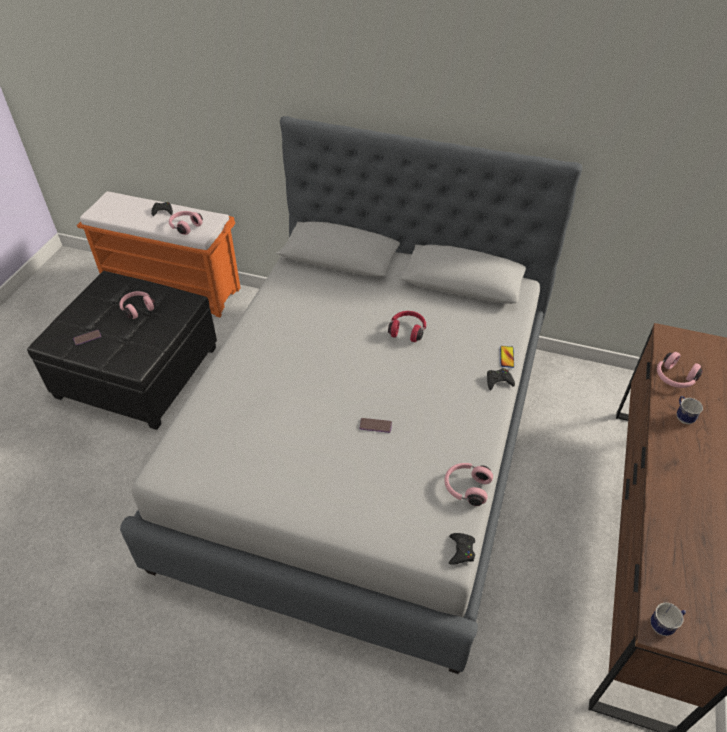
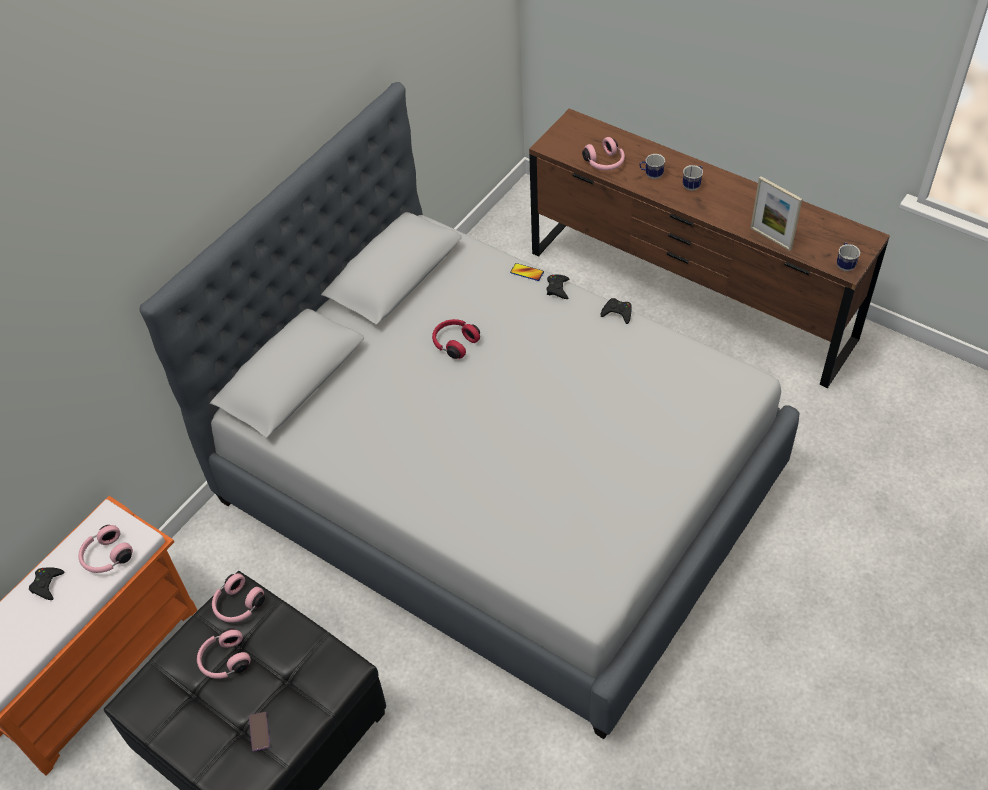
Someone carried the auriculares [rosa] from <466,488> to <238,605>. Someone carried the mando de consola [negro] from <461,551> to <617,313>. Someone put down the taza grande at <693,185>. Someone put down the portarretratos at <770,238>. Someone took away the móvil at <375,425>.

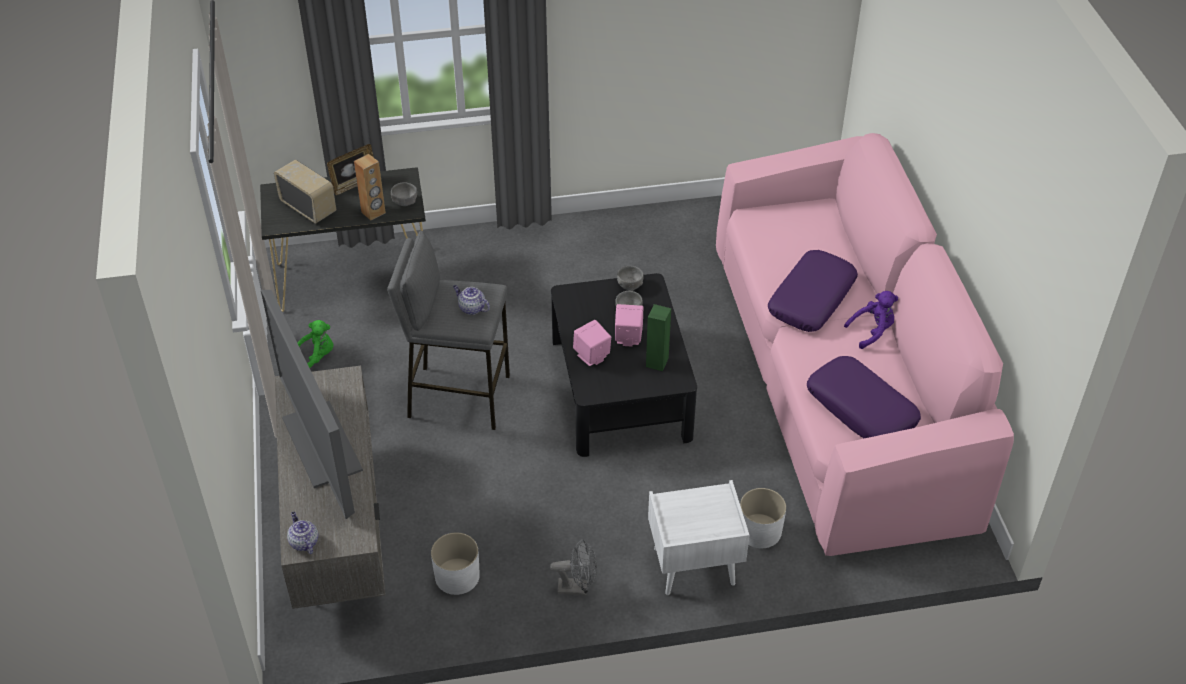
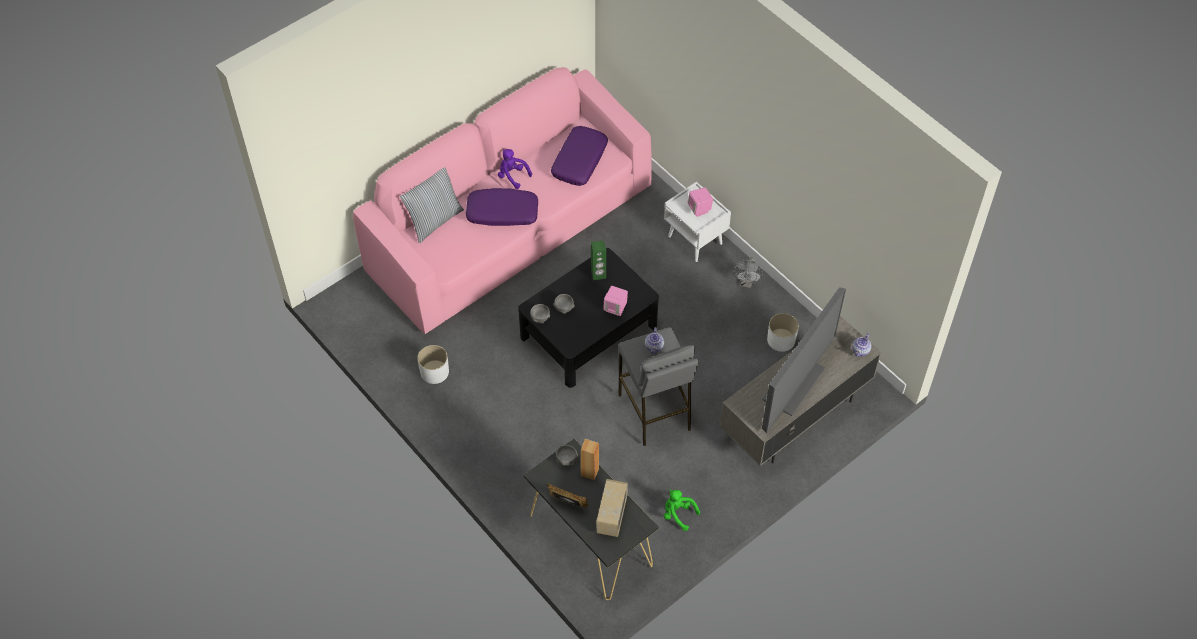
Someone put down the cojín at <434,220>. Someone carried the maceta [blanco] from <760,531> to <434,372>. Someone carried the altavoz [rosa] from <628,337> to <699,209>. Someone rotated the ventilador [gris] at <577,588> by 135 degrees counterclockwise.

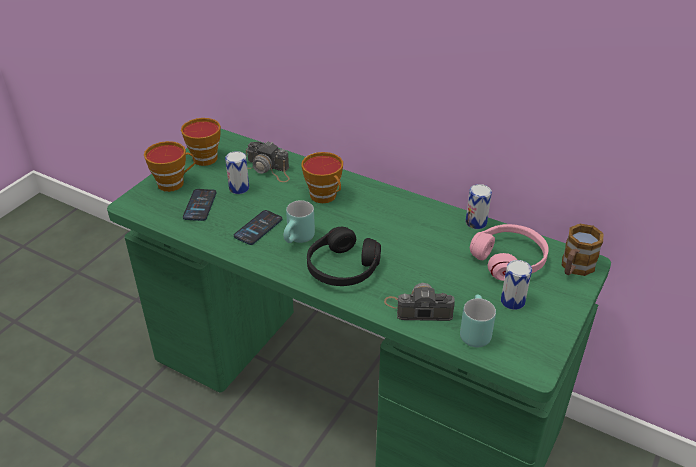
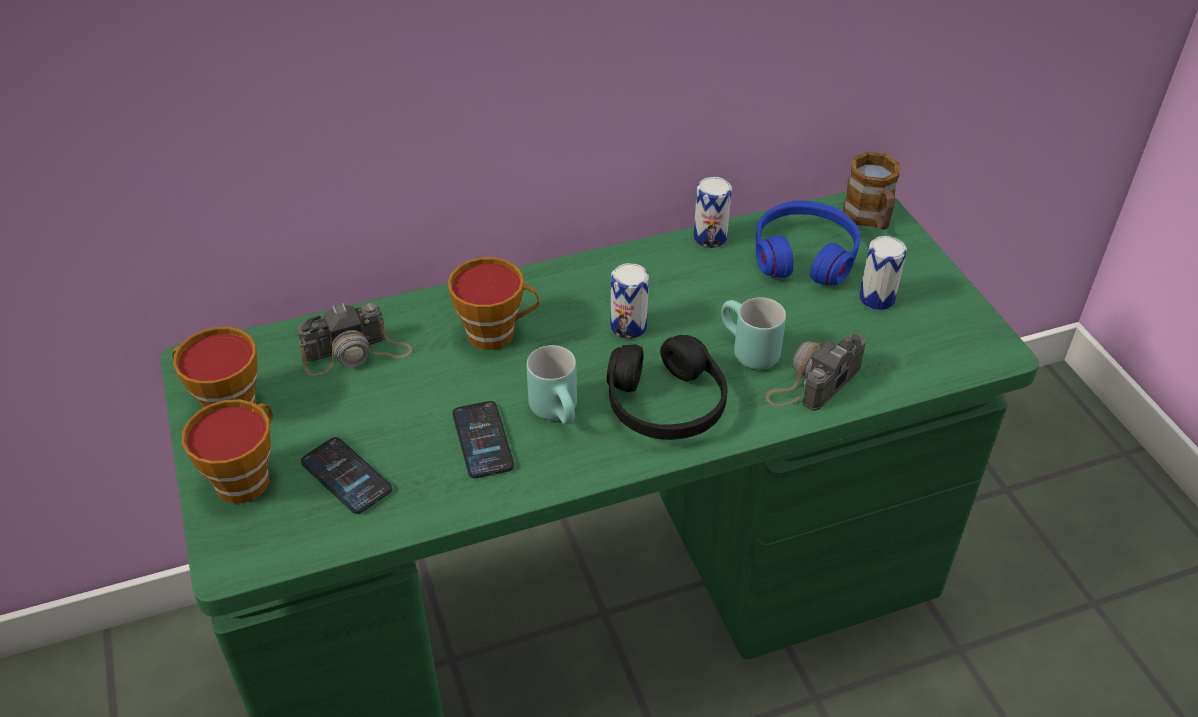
Someone carried the lata from <239,188> to <628,326>. Someone carried the taza grande [turquesa] from <472,331> to <745,352>. Someone repainted the auriculares [rosa] at <509,259>, which became the auriculares [azul] at <804,255>.

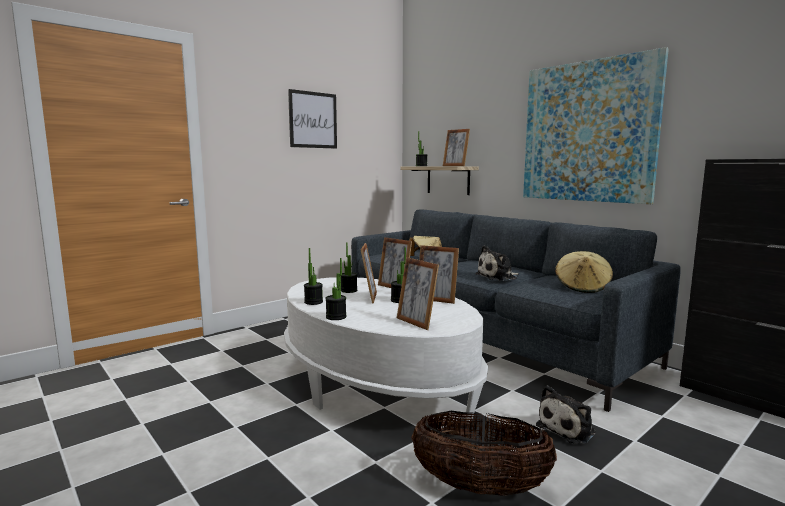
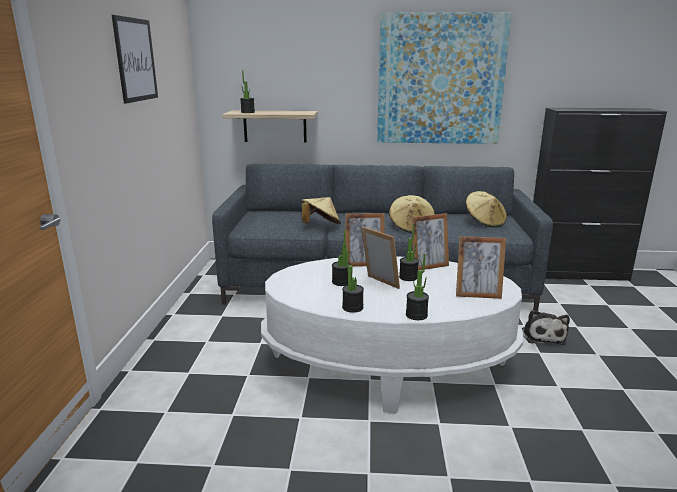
Someone swapped the peluche at <498,277> for the sombrero [beis] at <411,227>. Someone took away the cesta at <480,487>. Someone took away the portarretratos at <455,166>.

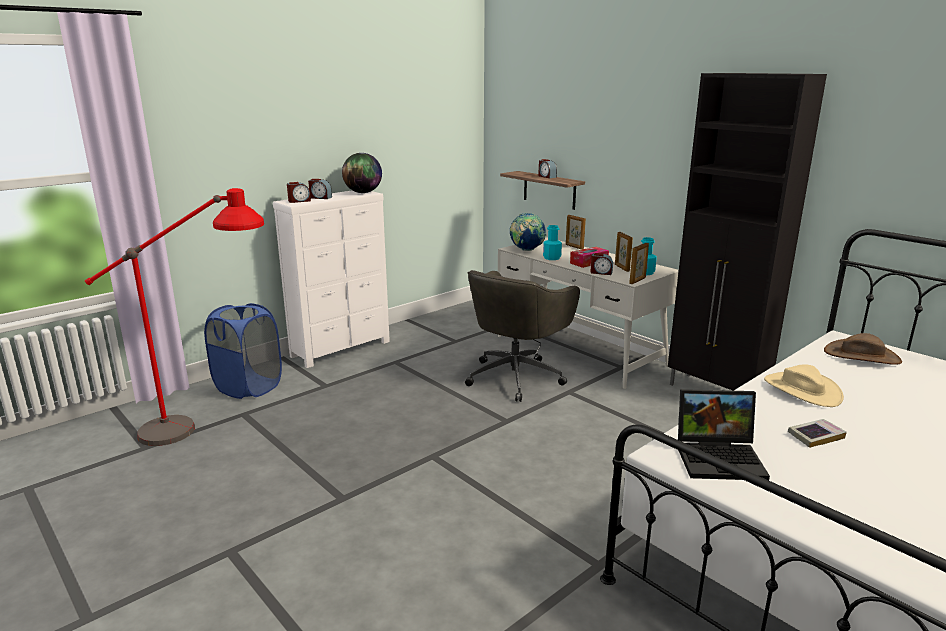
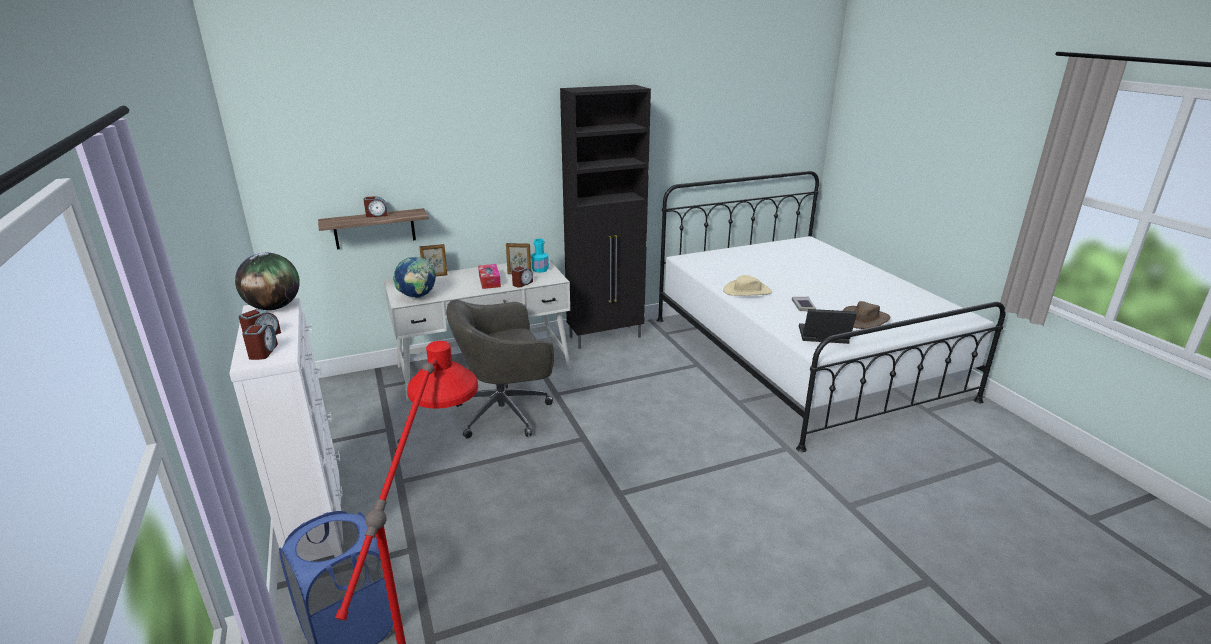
Someone rotated the silla de oficina [gris] at <516,376> by 105 degrees clockwise. Someone rotated the portátil at <720,458> by 105 degrees counterclockwise. Someone carried the sombrero [marrón] from <862,355> to <864,319>. Someone took away the botella [turquesa] at <552,258>. Someone took away the portarretratos at <637,281>.

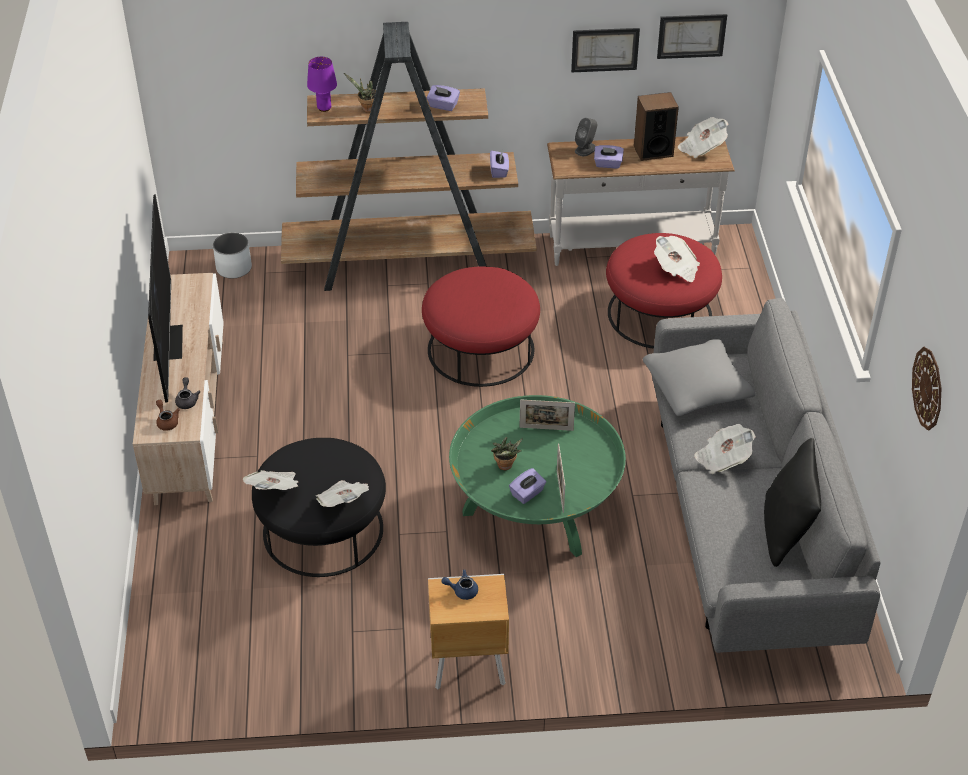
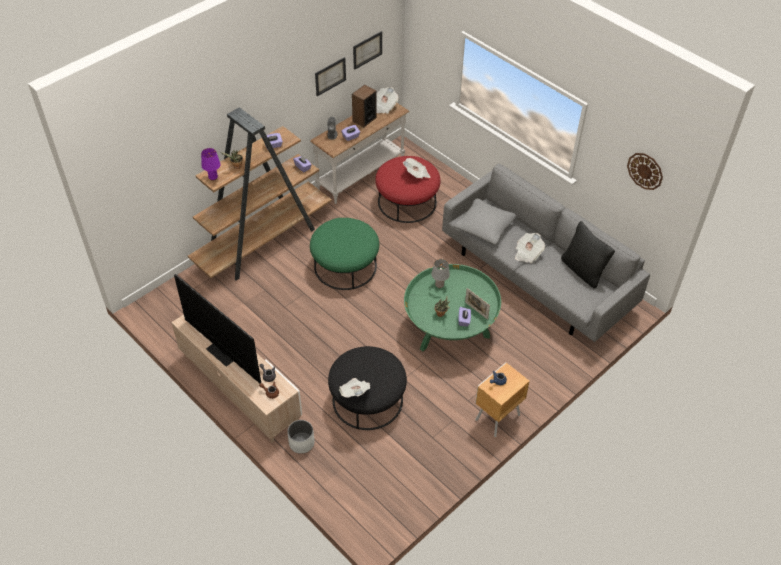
Someone carried the maceta [blanco] from <234,268> to <301,443>. Someone repainted the puf [rojo] at <481,349>, which became the puf [verde] at <345,266>. Someone swapped the portarretratos at <546,429> for the lámpara de mesa [gris] at <439,285>. Someone took away the periódico at <343,502>.

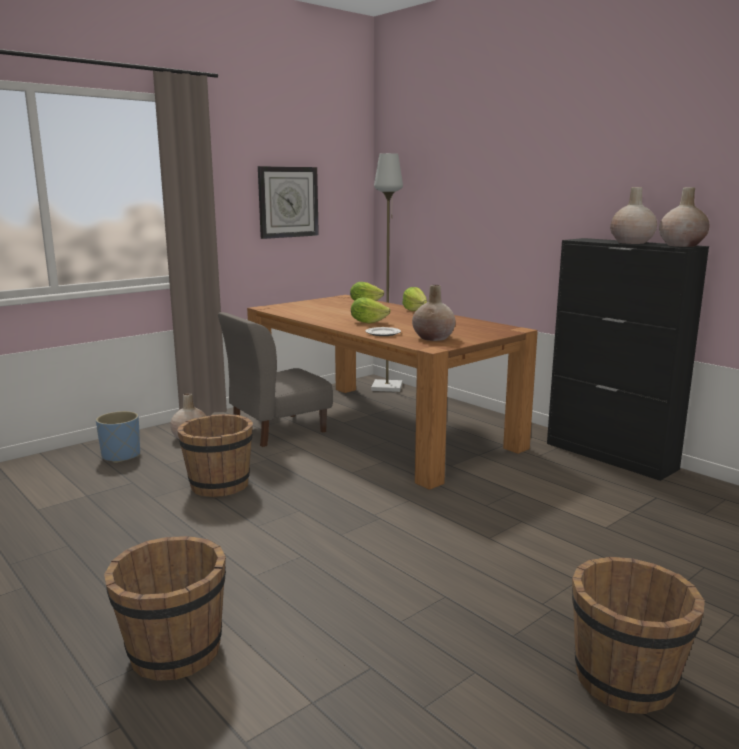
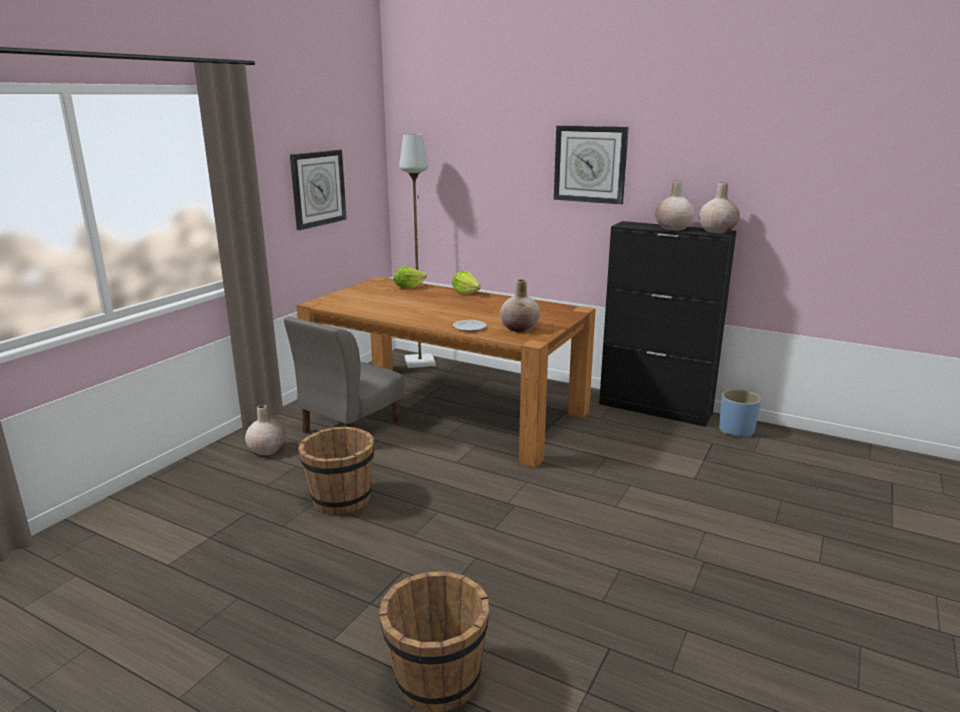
Someone put up the reloj de pared at <590,164>. Someone carried the maceta [azul] from <121,456> to <736,430>. Someone took away the lechuga at <368,322>. Someone took away the cubo [marrón] at <625,680>.

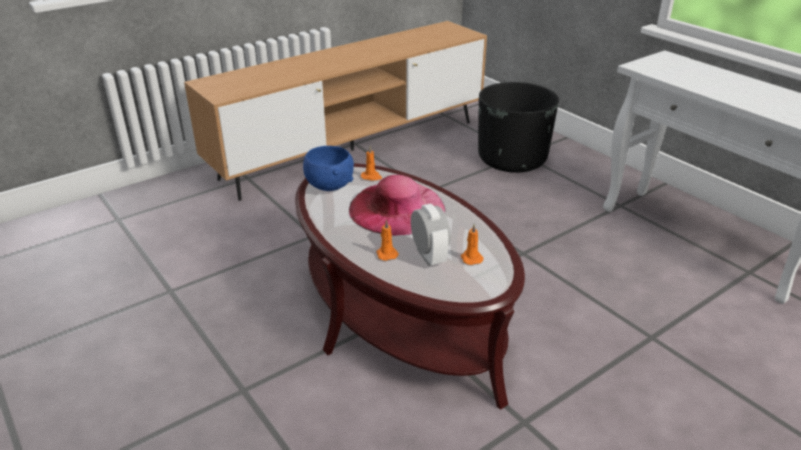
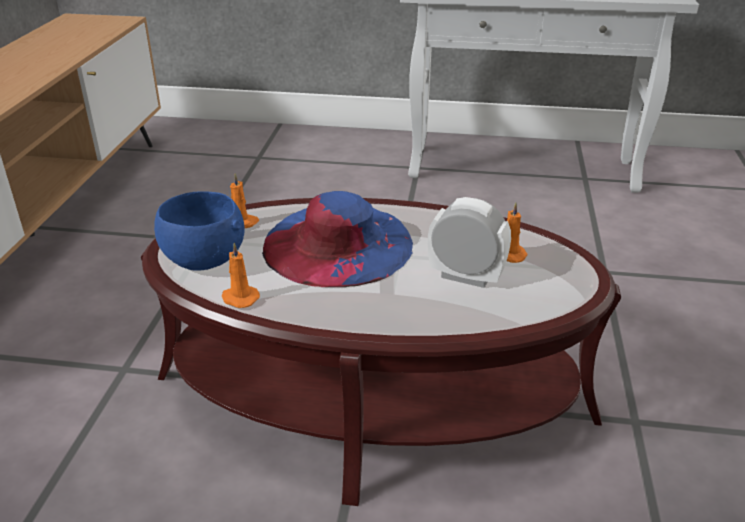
Someone carried the vela [naranja] from <386,254> to <239,298>. Someone repainted the sombrero [rosa] at <397,208>, which became the sombrero [azul] at <338,244>. Someone took away the maceta [negro] at <512,160>.

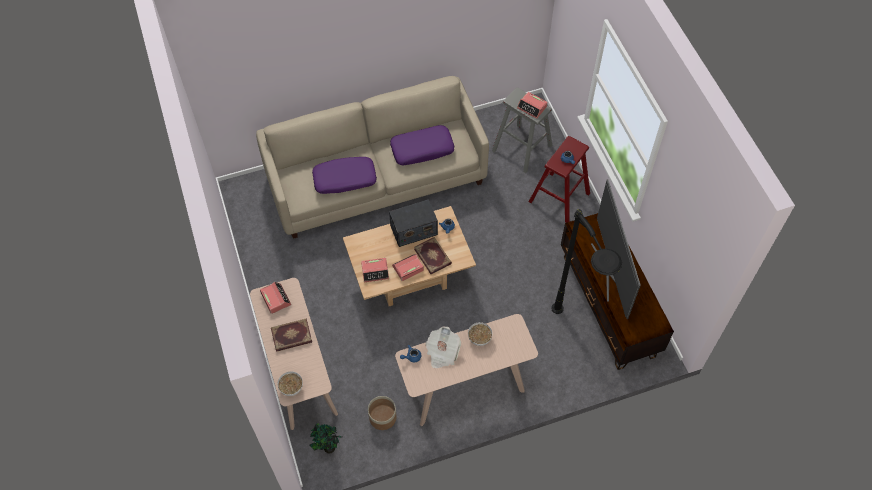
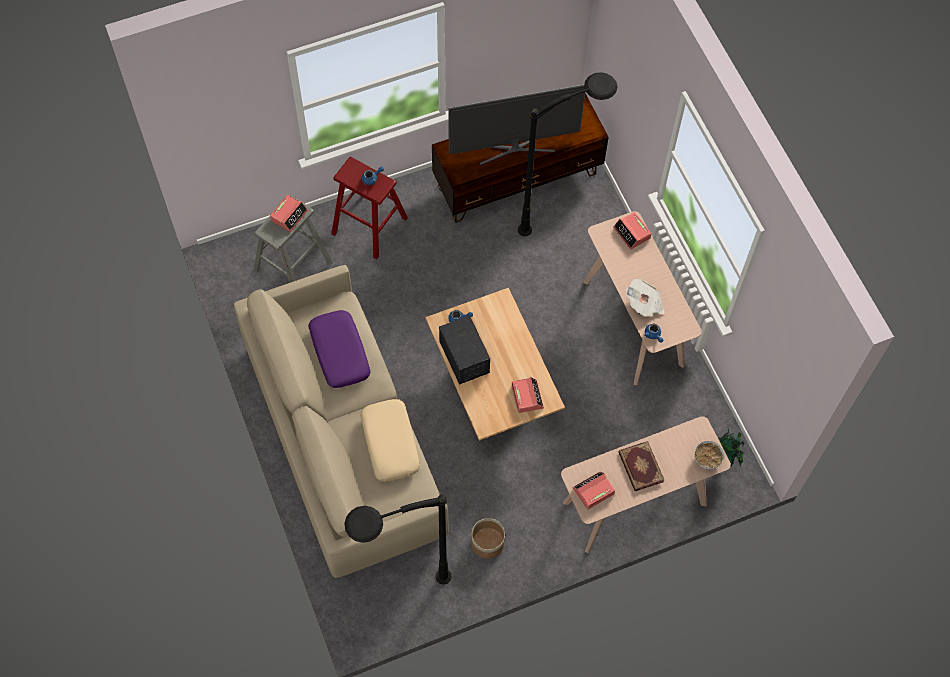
Someone put down the lámpara de pie [negro] at <396,594>. Someone repainted the cojín [morado] at <344,180>, which became the cojín [beis] at <391,443>. Someone carried the maceta from <382,417> to <488,543>. Someone carried the despertador from <407,268> to <632,233>. Someone took away the libro at <433,256>. Someone took away the cuenco at <479,338>.

